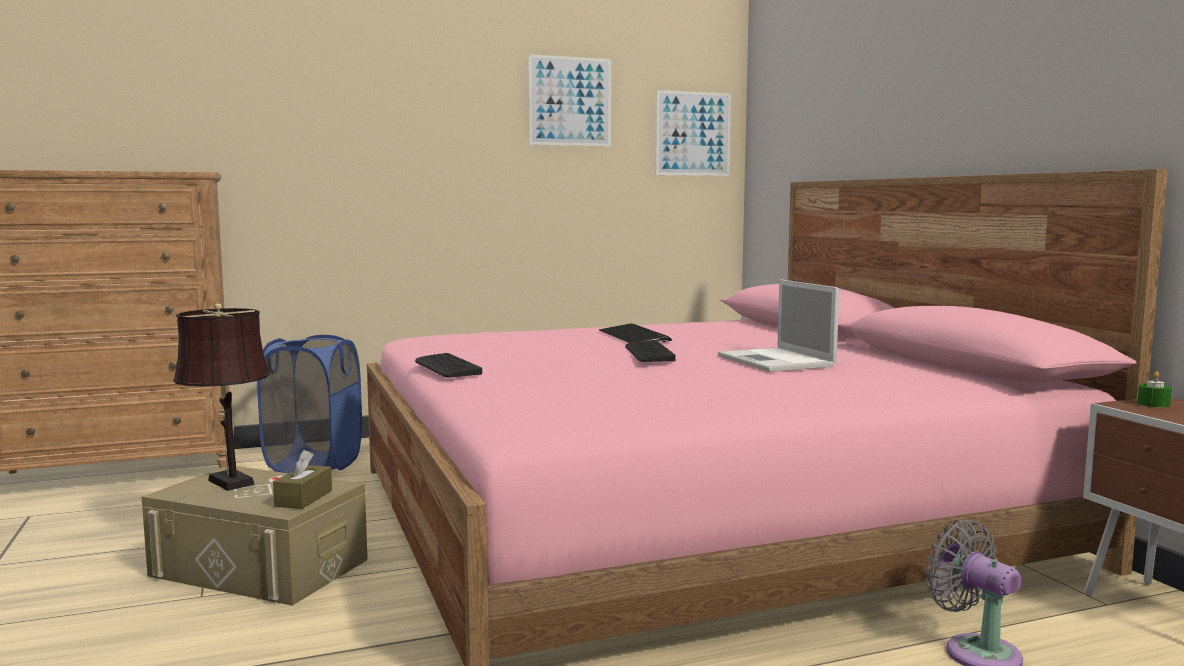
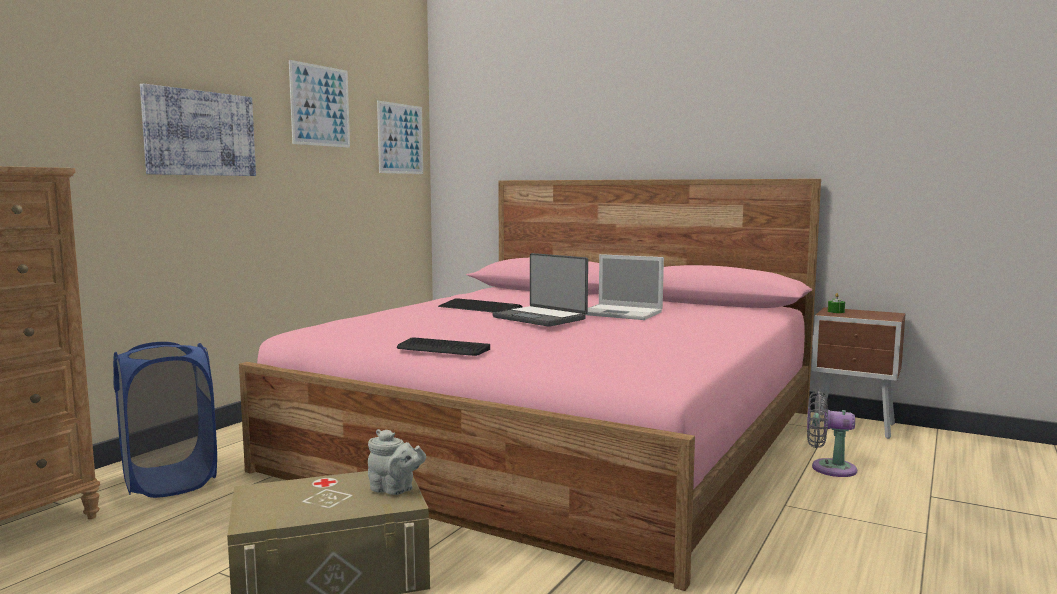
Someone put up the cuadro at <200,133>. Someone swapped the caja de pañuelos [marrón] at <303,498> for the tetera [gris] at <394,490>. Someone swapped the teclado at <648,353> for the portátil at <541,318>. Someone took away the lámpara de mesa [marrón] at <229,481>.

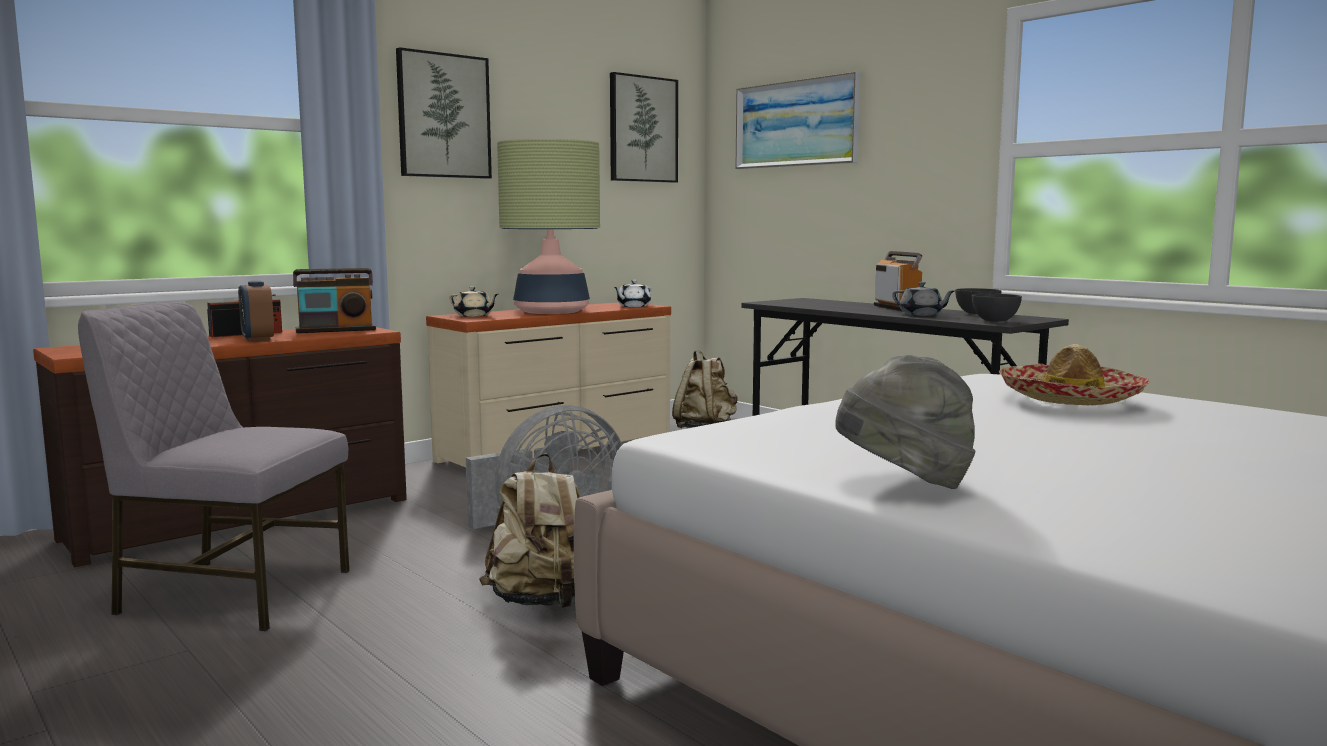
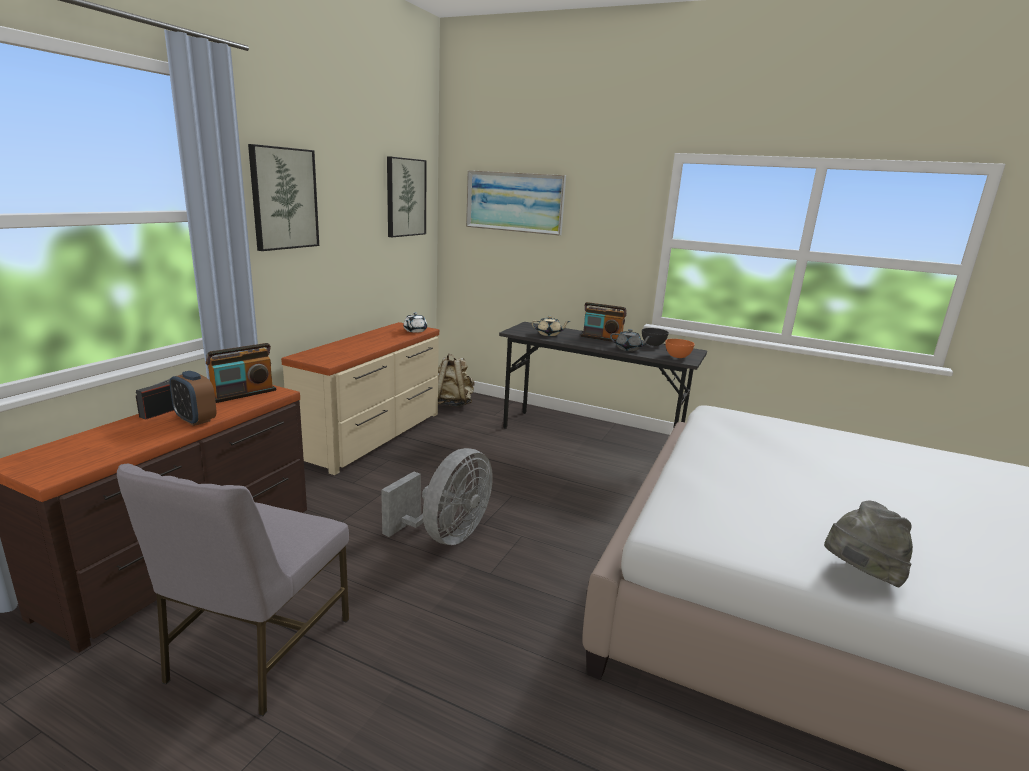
Someone rotated the silla [gris] at <231,592> by 60 degrees counterclockwise. Someone carried the tetera [beis] from <474,315> to <549,334>. Someone rotated the radio at <898,308> by 150 degrees clockwise. Someone repainted the cuenco [gris] at <994,320>, which became the cuenco [naranja] at <677,356>. Someone took away the mochila [beis] at <543,602>. Someone took away the lámpara de mesa at <551,311>. Someone took away the sombrero at <1071,398>.

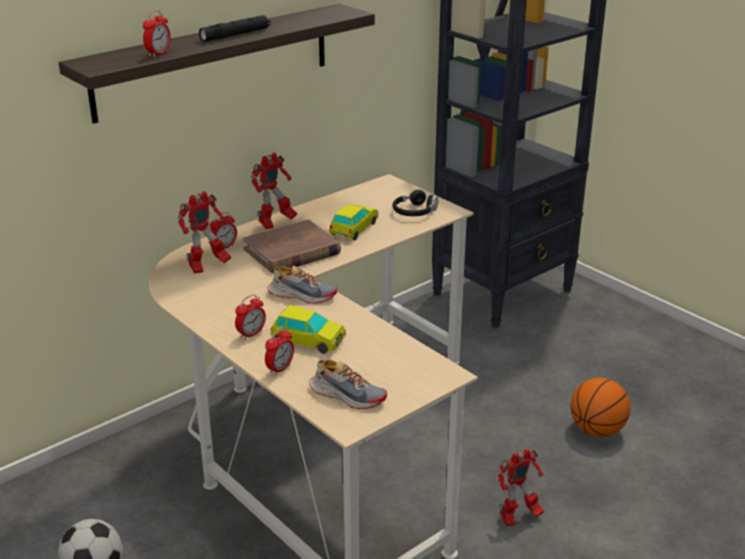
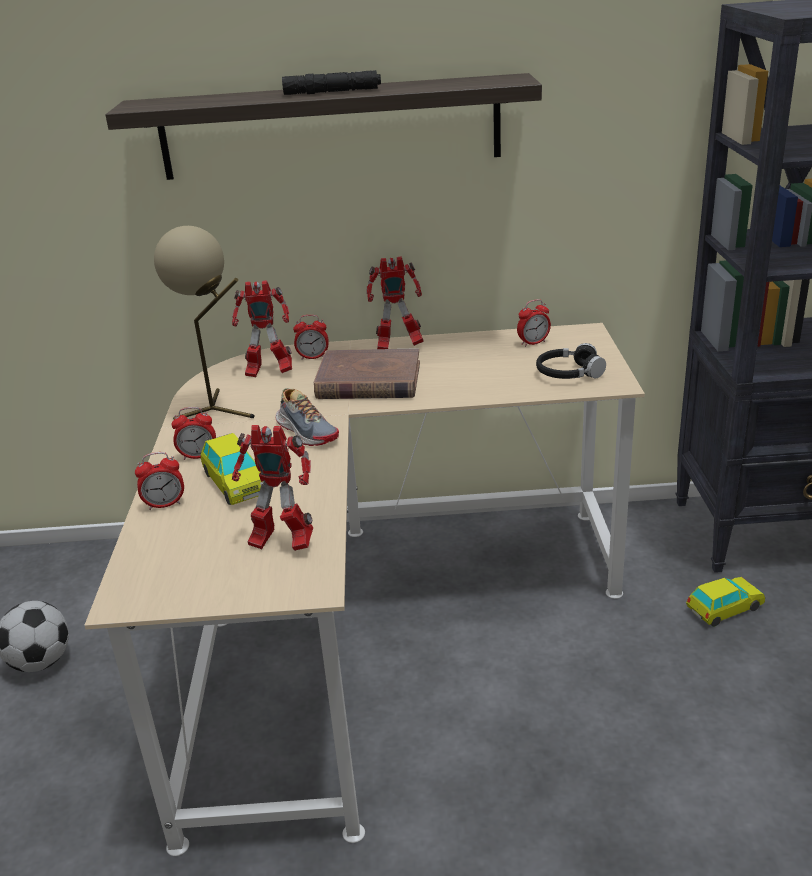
Someone put down the lámpara de mesa [beis] at <217,410>. Someone carried the robot de juguete from <518,517> to <280,543>. Someone carried the despertador from <158,54> to <533,343>. Someone carried the coche de juguete from <354,229> to <724,608>. Someone took away the zapato at <347,395>. Someone took away the balón de baloncesto at <597,430>.

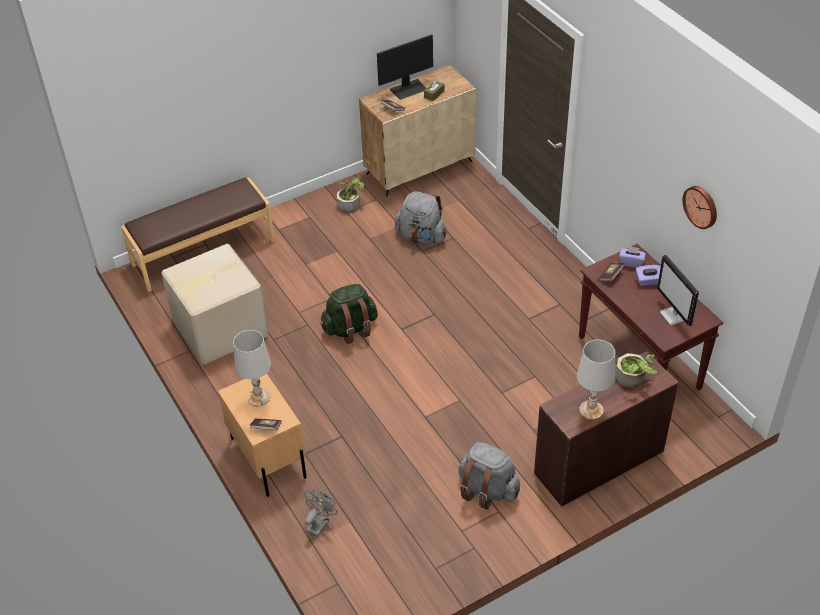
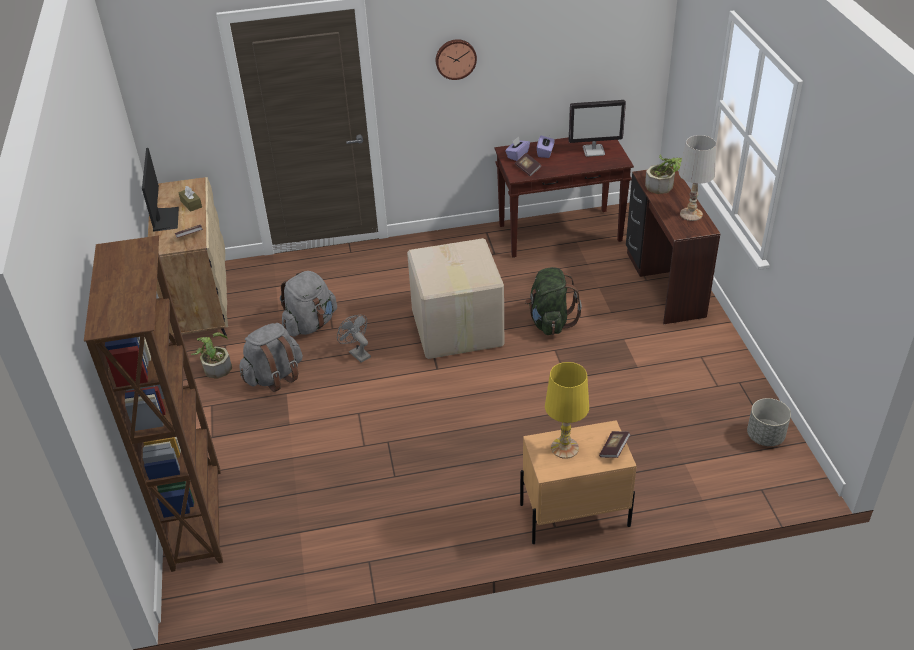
Someone swapped the banco [marrón] at <203,252> for the estantería [marrón] at <198,518>. Someone carried the mochila [gris] from <487,490> to <274,376>. Someone carried the ventilador [gris] from <320,523> to <357,353>. Someone carried the caja de cartón from <219,328> to <456,329>. Someone carried the reloj de pared from <701,206> to <455,58>. Someone carried the mochila [verde] from <350,329> to <550,322>. Someone repainted the lámpara de mesa [blanco] at <259,397>, which became the lámpara de mesa [amarillo] at <565,447>. Someone put down the maceta [gris] at <765,436>.

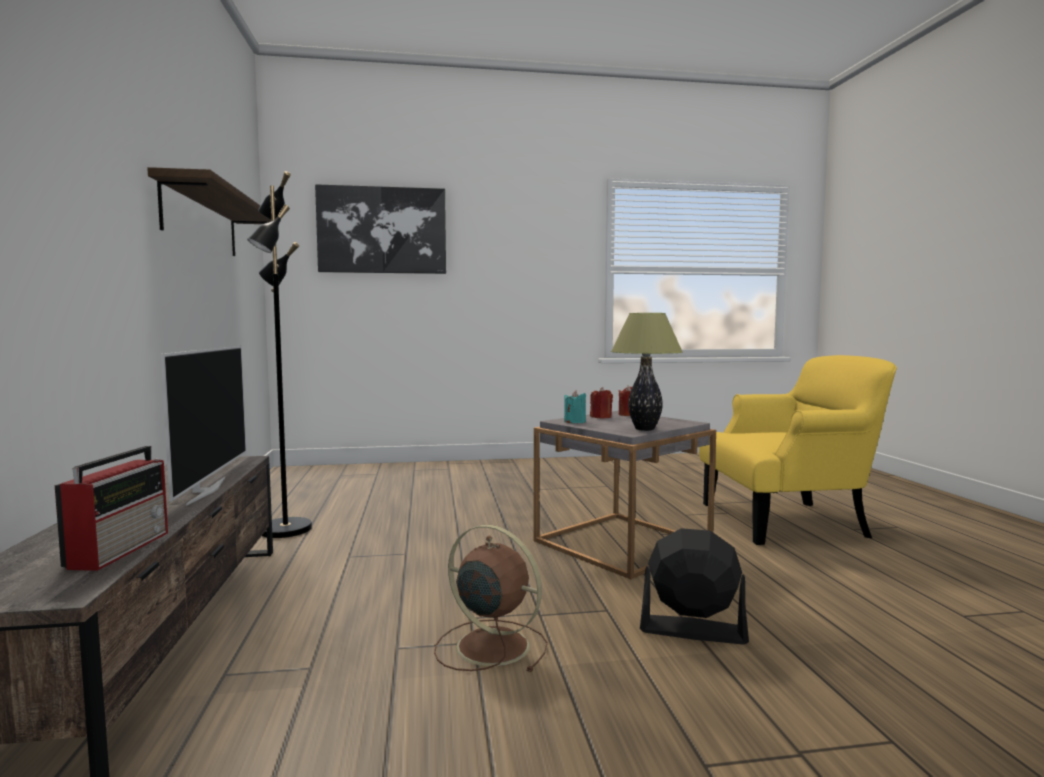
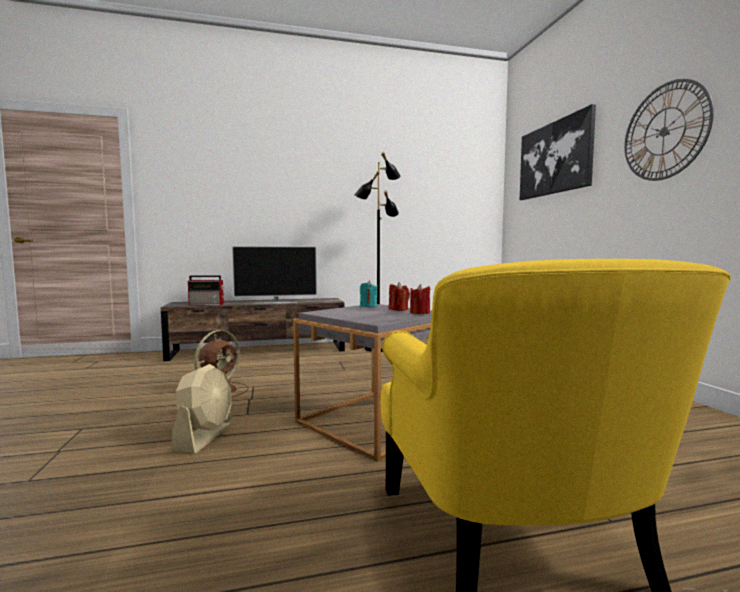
Someone repainted the ventilador [negro] at <692,630>, which became the ventilador [beis] at <205,436>. Someone put up the reloj de pared at <664,131>. Someone took away the estante at <201,221>. Someone took away the lámpara de mesa at <645,429>.

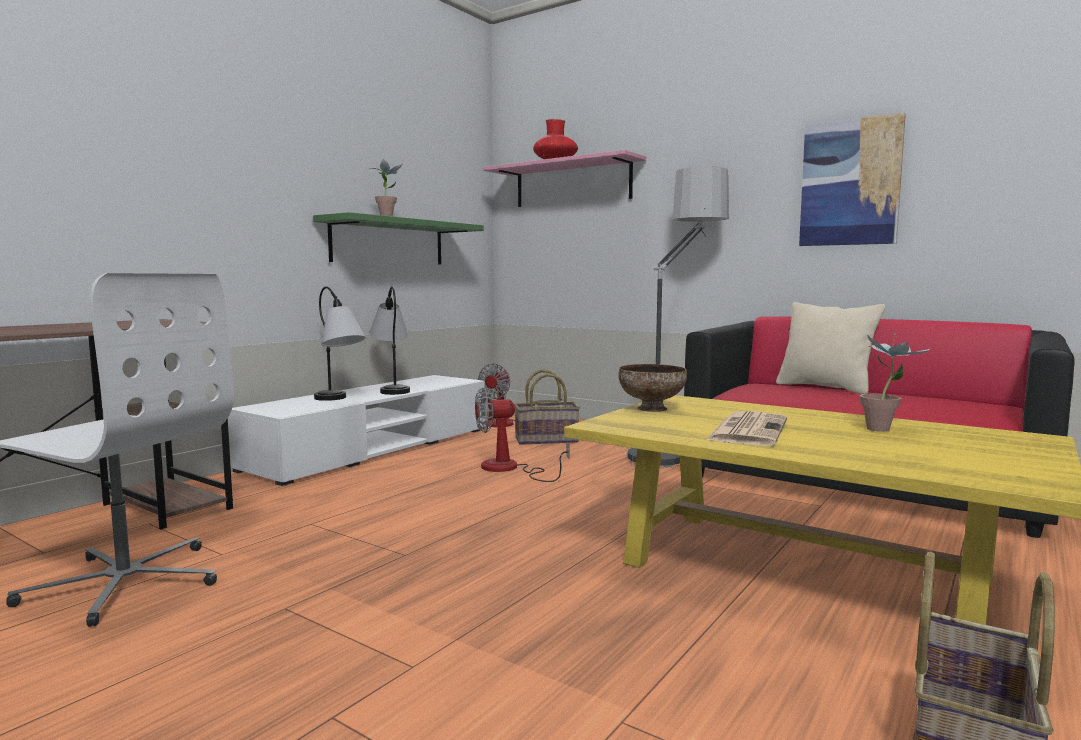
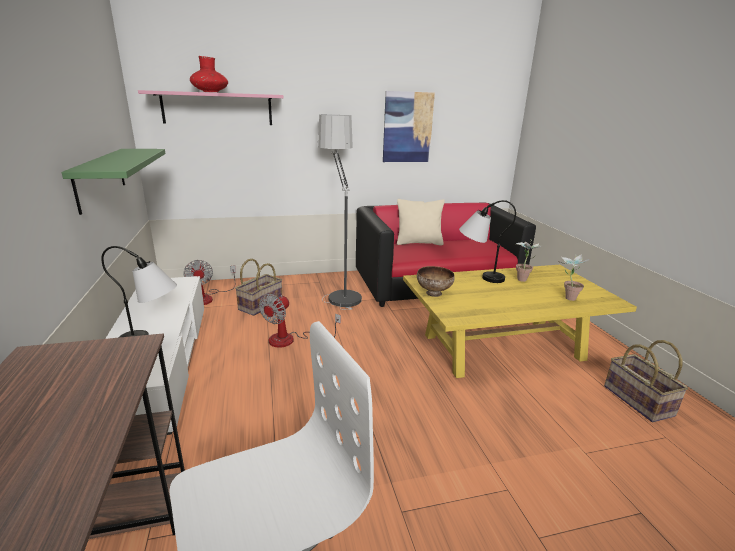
Someone carried the lámpara de mesa from <392,389> to <478,276>. Someone carried the planta en maceta from <387,217> to <566,297>. Someone took away the periódico at <747,430>.

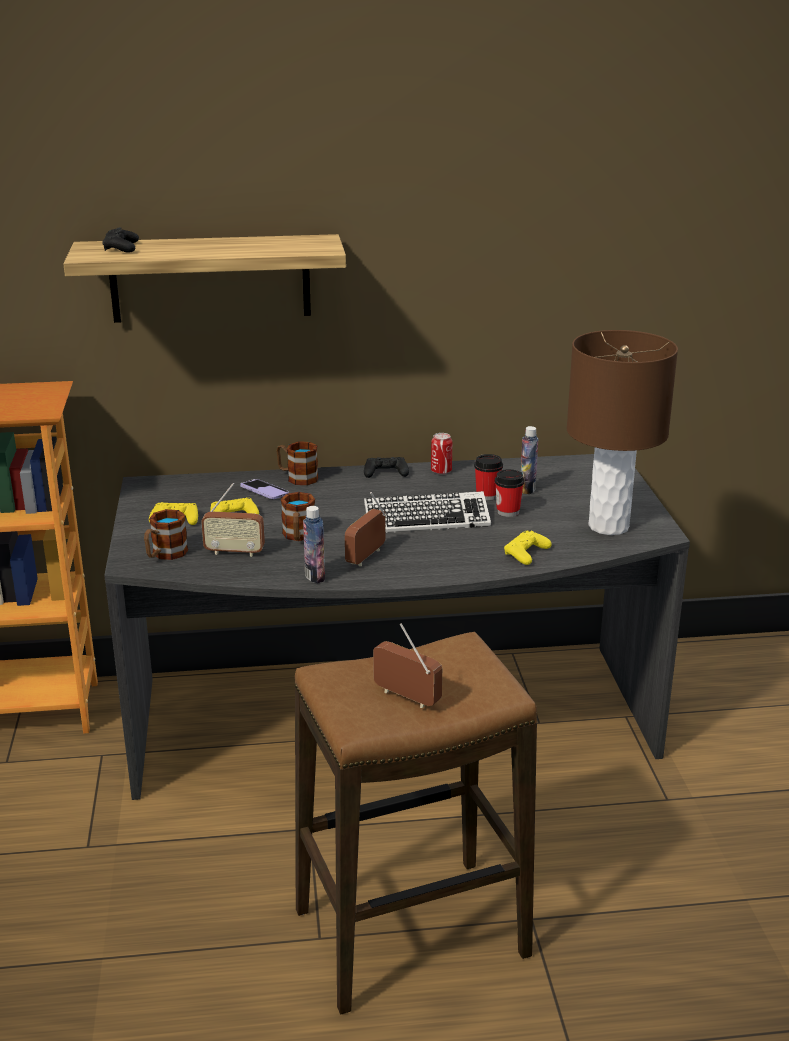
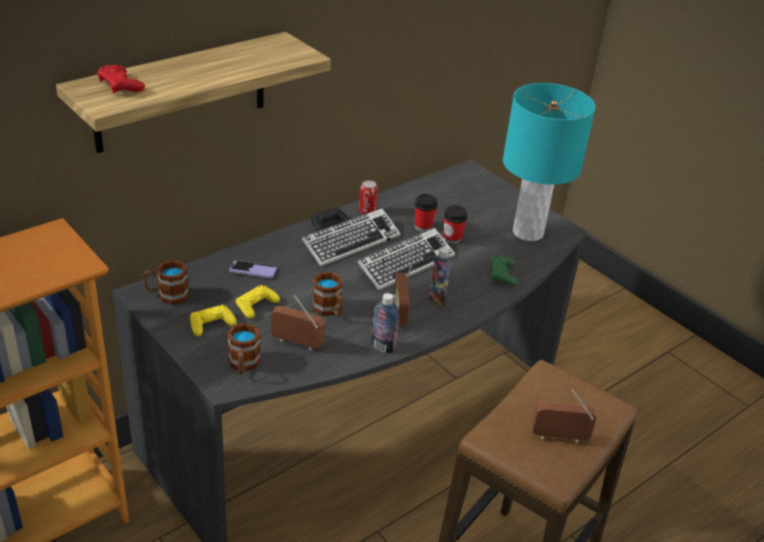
Someone repainted the mando de consola [negro] at <121,247>, which became the mando de consola [rojo] at <120,85>. Someone carried the taza grande from <297,477> to <167,295>. Someone rotated the radio at <234,552> by 135 degrees counterclockwise. Someone put down the teclado at <351,242>. Someone carried the botella from <527,489> to <437,299>. Someone repainted the mando de consola [amarillo] at <526,553>, which became the mando de consola [verde] at <502,274>. Someone repainted the lámpara de mesa [marrón] at <608,526>, which became the lámpara de mesa [turquesa] at <527,233>.

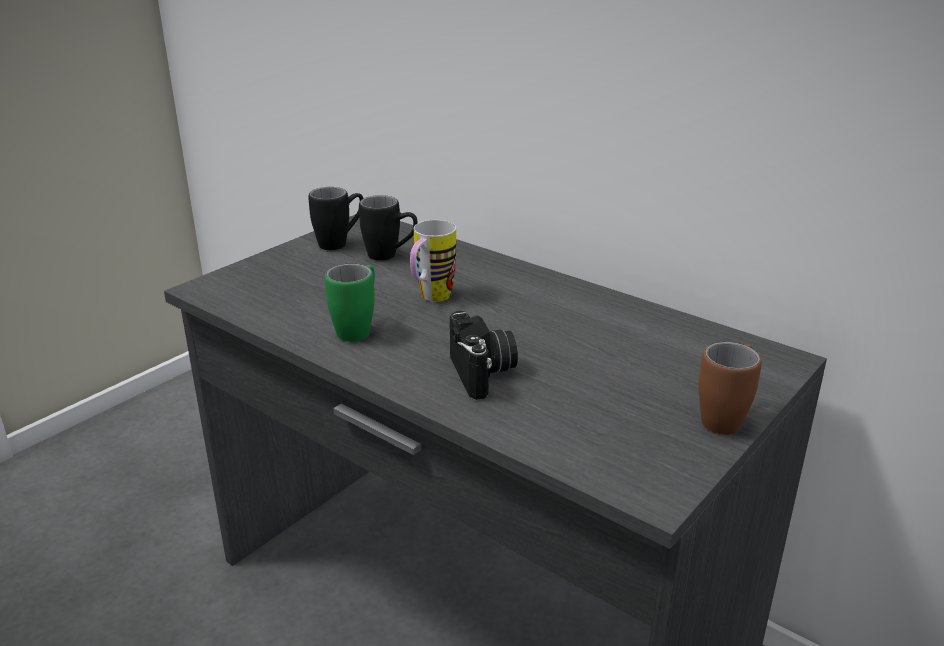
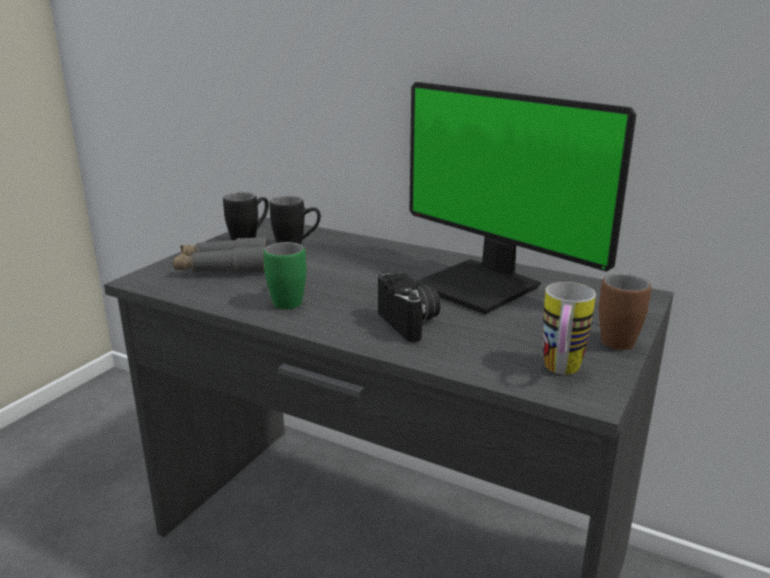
Someone put down the prismáticos [gris] at <223,268>. Someone put down the monitor at <482,286>. Someone carried the taza grande from <430,299> to <560,372>.

